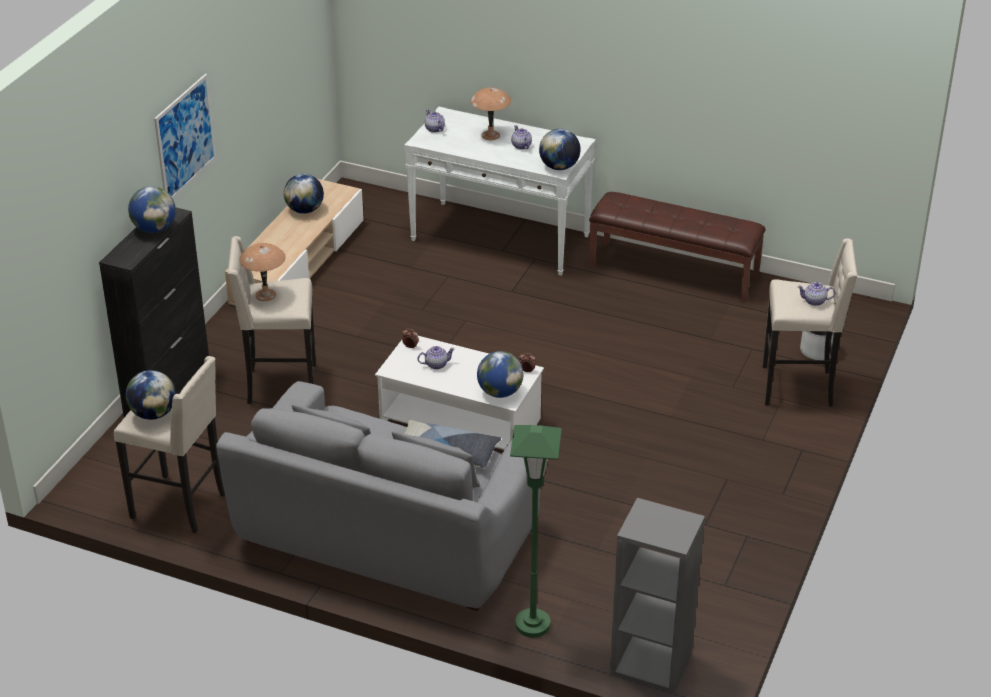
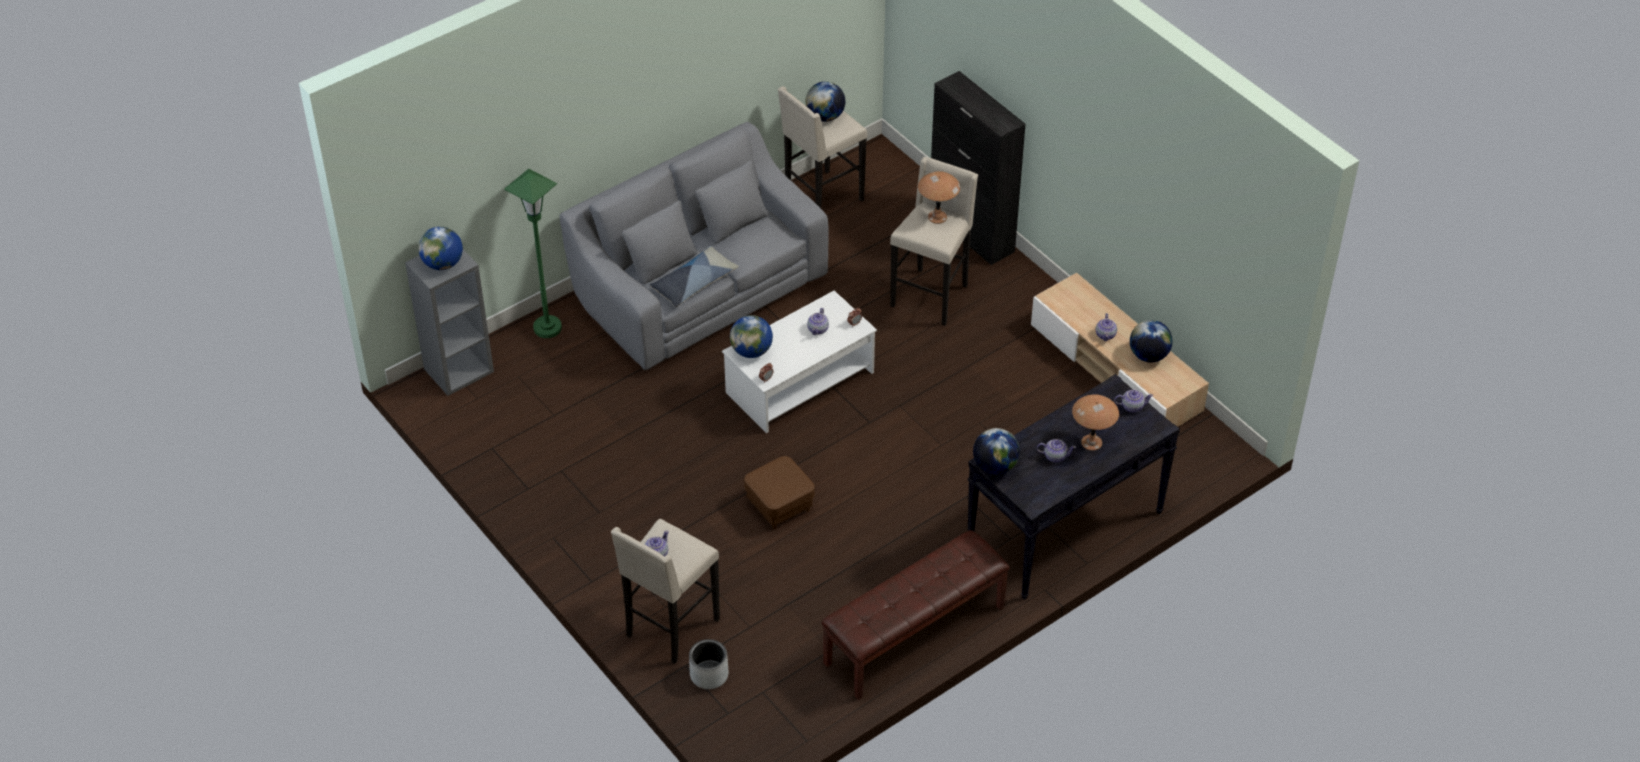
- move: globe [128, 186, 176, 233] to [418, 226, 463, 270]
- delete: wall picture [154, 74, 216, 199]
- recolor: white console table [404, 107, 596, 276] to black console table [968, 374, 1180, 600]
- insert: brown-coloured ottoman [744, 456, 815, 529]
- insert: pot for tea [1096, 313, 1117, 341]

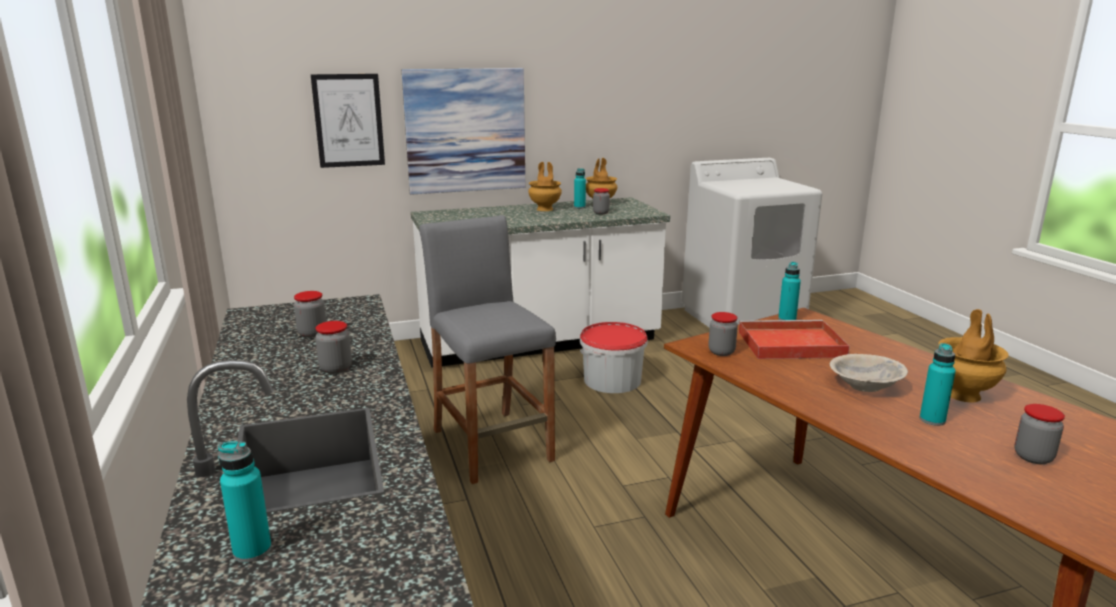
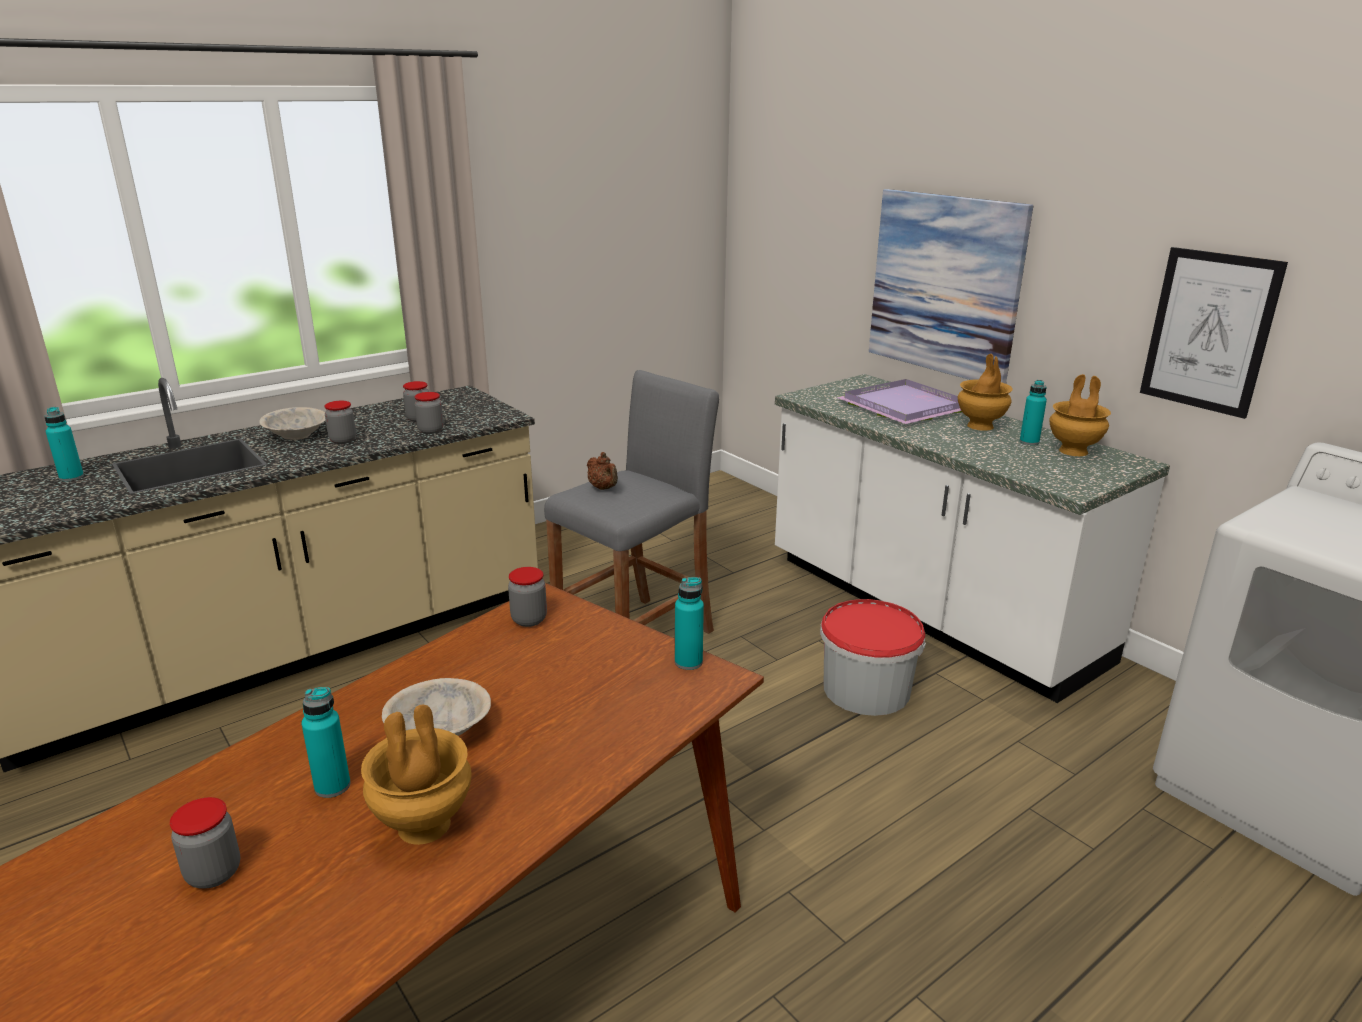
- move: wall picture [311, 74, 385, 168] to [1140, 247, 1288, 419]
- move: jar [593, 188, 610, 214] to [414, 392, 444, 434]
- delete: red tray [739, 320, 850, 359]
- insert: beige bowl [259, 407, 326, 440]
- insert: brown-coloured pot for tea [587, 452, 618, 490]
- insert: purple tray [836, 379, 962, 424]

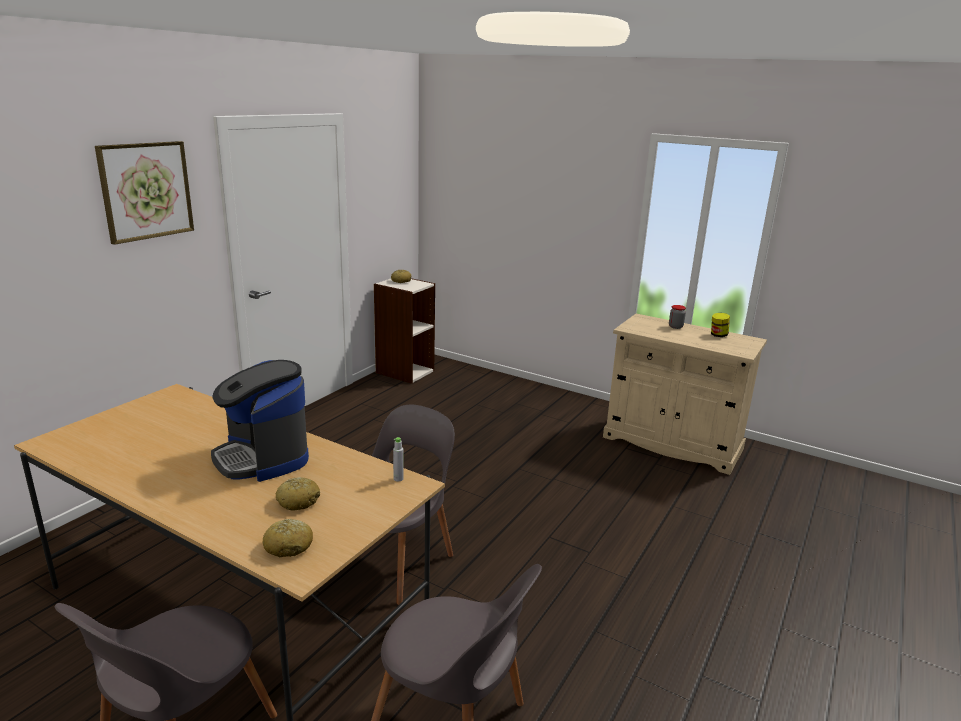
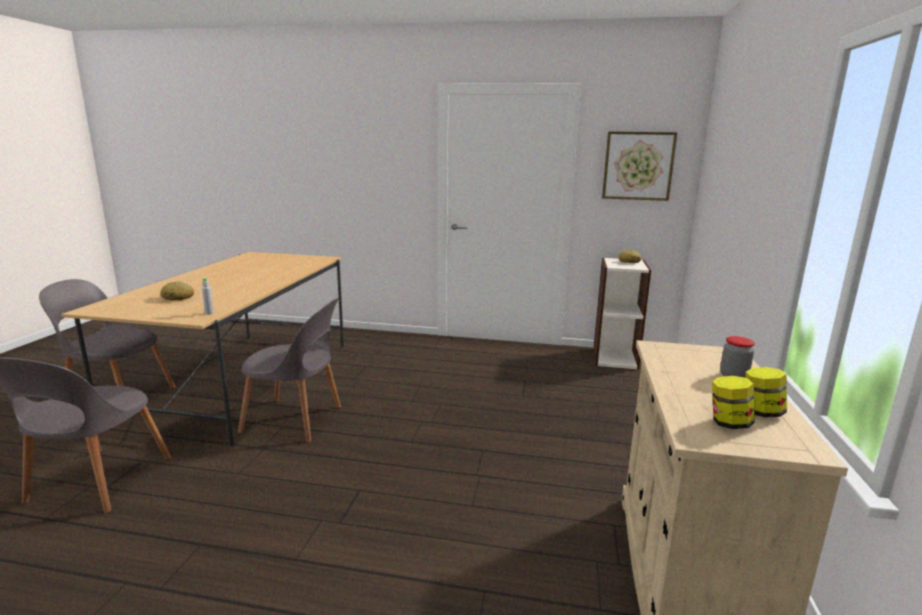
- move: wall picture [95, 141, 194, 245] to [602, 131, 677, 201]
- delete: coffee machine [211, 360, 309, 482]
- delete: bread [263, 519, 313, 557]
- insert: jar [712, 376, 755, 429]

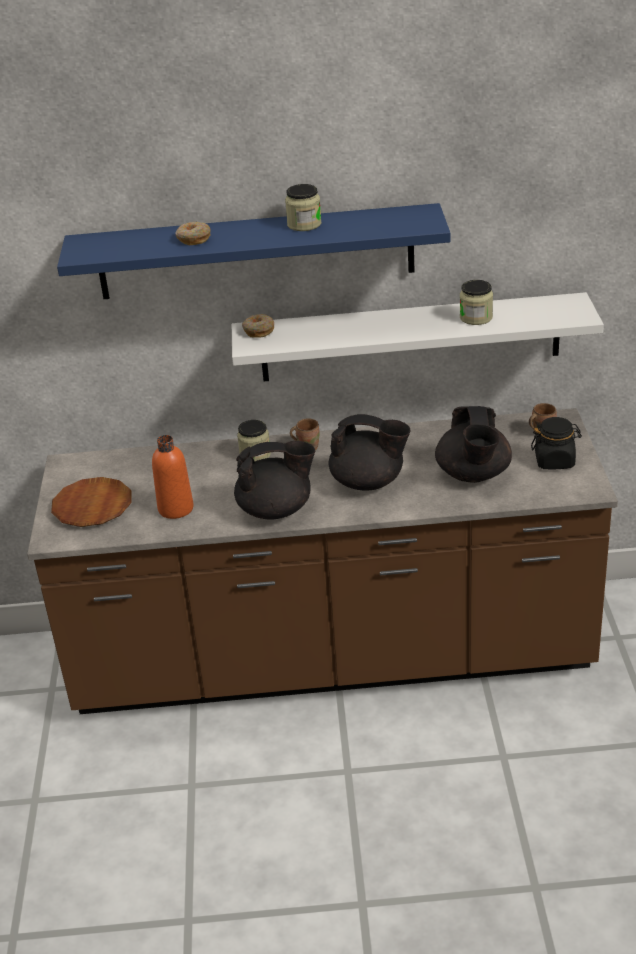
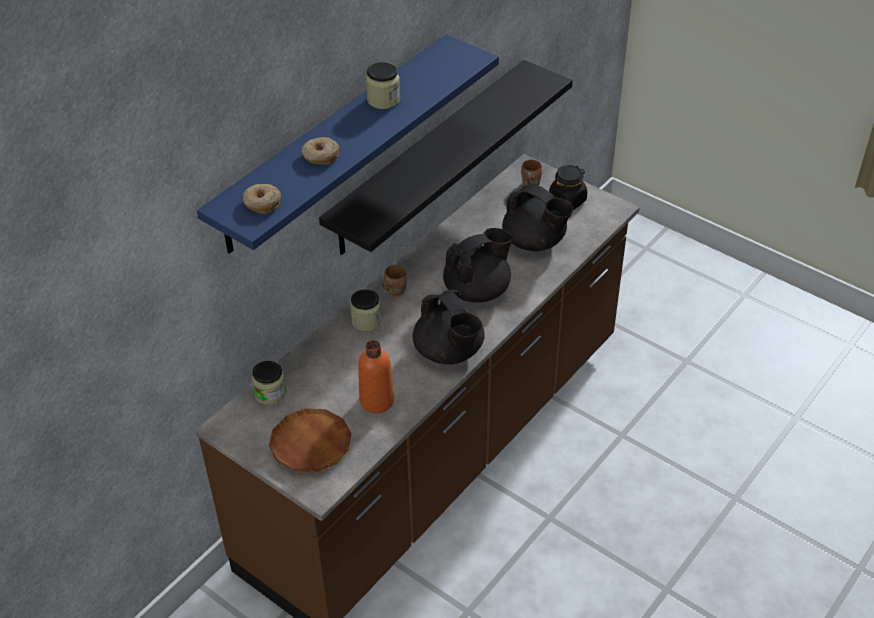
- recolor: white shelf [232, 292, 604, 381] to black shelf [319, 60, 573, 255]
- rotate: black pot for tea [234, 441, 315, 520] = [413, 290, 485, 365] 120 degrees clockwise
- move: donut [242, 314, 274, 338] to [243, 184, 281, 214]
- move: jar [460, 280, 493, 325] to [252, 361, 286, 405]

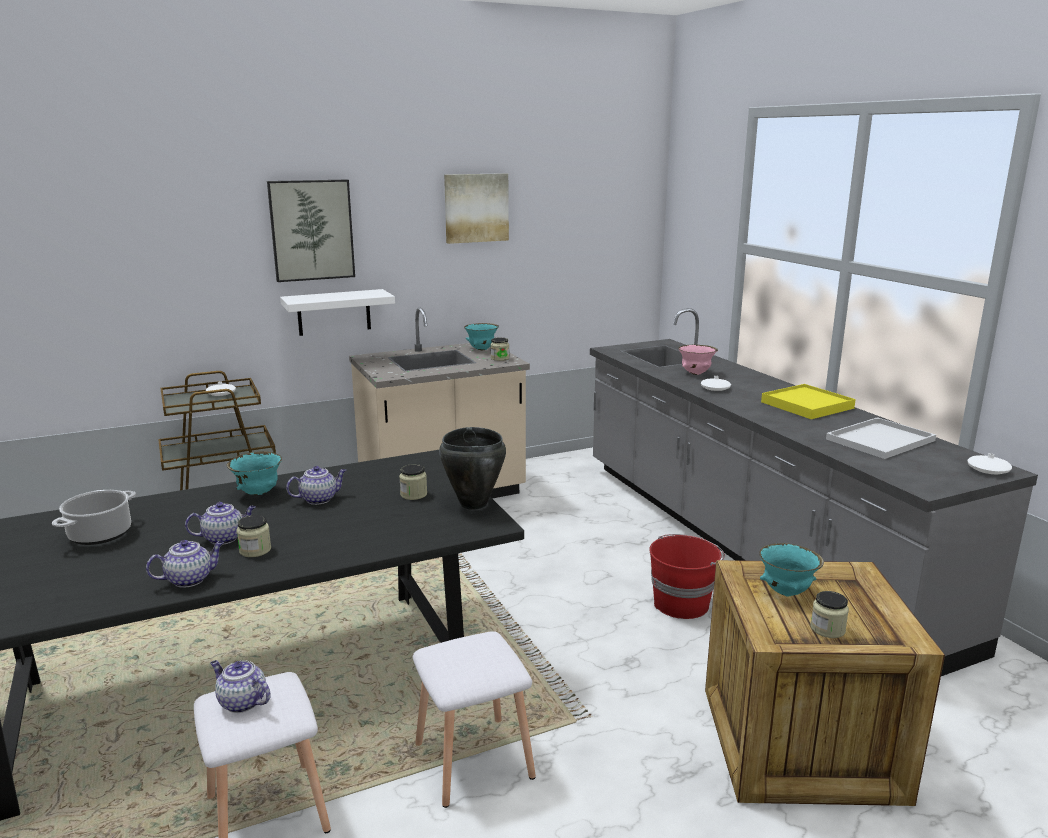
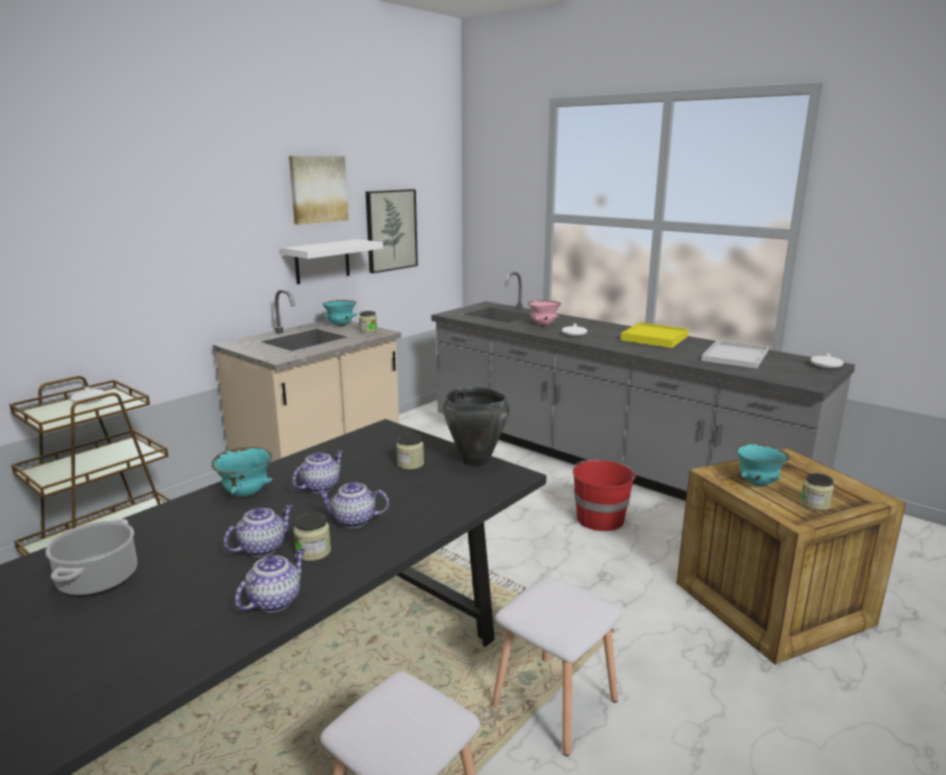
- move: pot for tea [210, 660, 271, 713] to [318, 481, 389, 528]
- move: wall picture [267, 179, 355, 282] to [366, 189, 418, 273]
- move: white shelf [280, 289, 395, 336] to [282, 239, 383, 284]

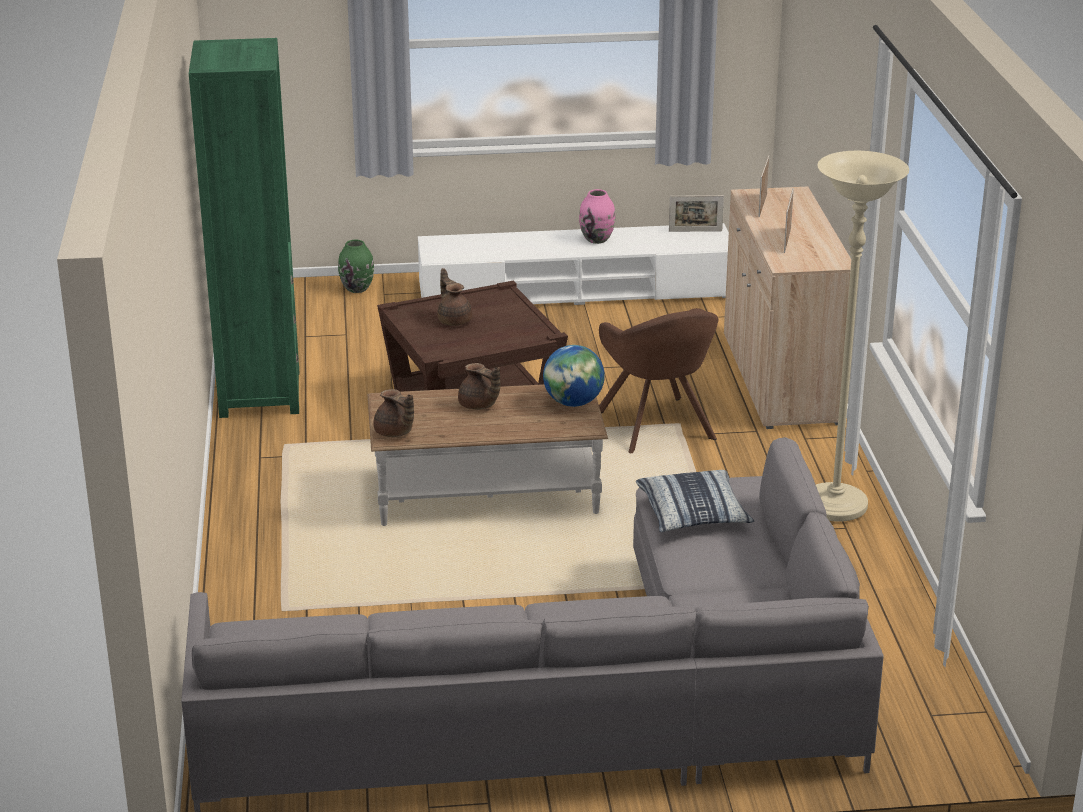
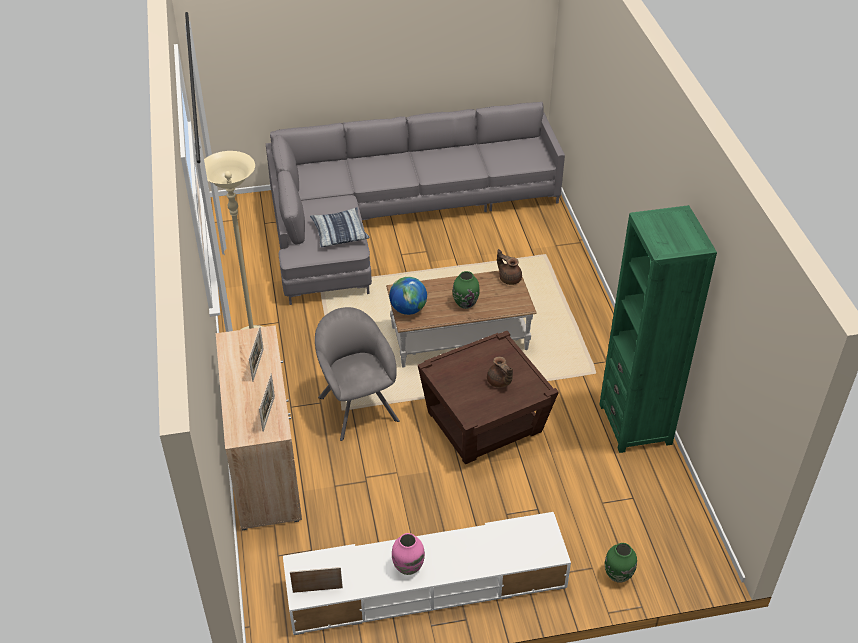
- replace: brown-coloured pot for tea [458, 363, 500, 410] to green-coloured vase [453, 271, 480, 309]
- recolor: brown-coloured easy chair [599, 308, 719, 453] to gray easy chair [315, 307, 400, 441]

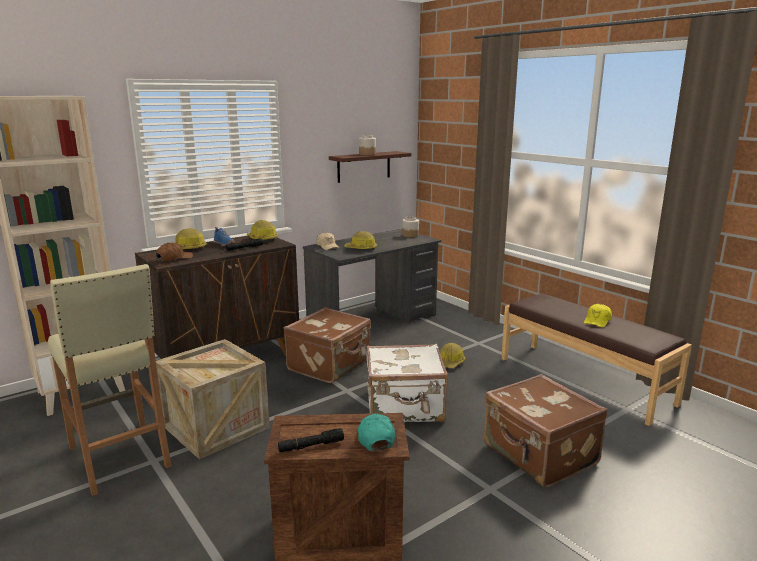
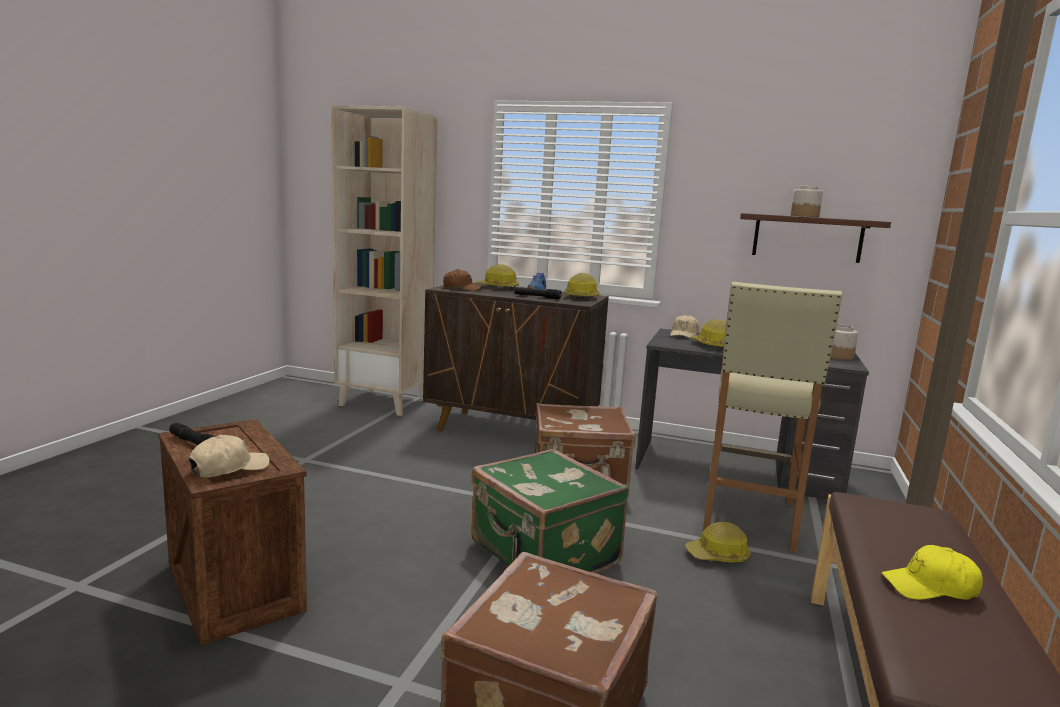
- move: beige stool seat [48, 264, 172, 496] to [703, 282, 842, 552]
- delete: shipping crate [156, 339, 270, 460]
- recolor: turquoise cap [357, 414, 395, 451] to beige cap [189, 435, 270, 477]
- recolor: white travel case [367, 344, 448, 422] to green-coloured travel case [471, 449, 629, 573]

